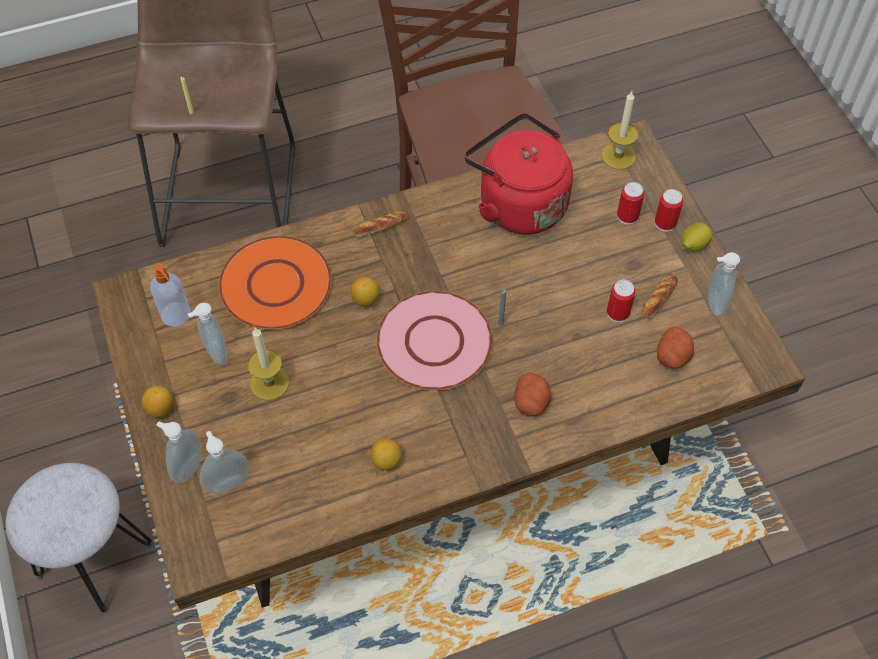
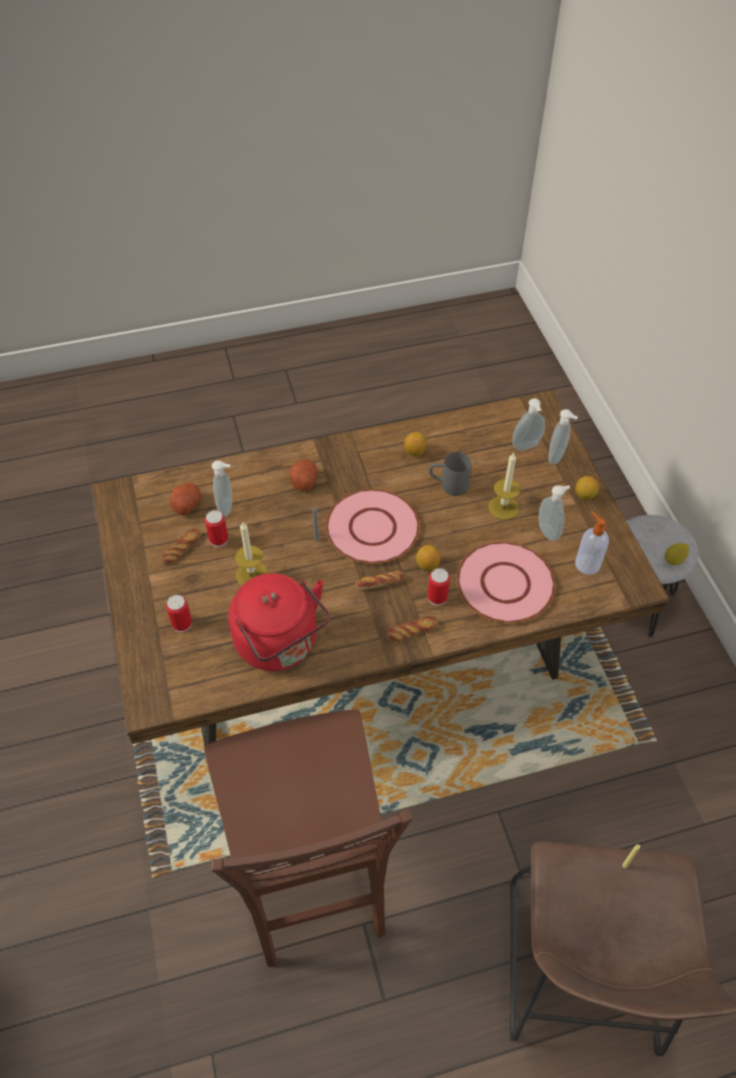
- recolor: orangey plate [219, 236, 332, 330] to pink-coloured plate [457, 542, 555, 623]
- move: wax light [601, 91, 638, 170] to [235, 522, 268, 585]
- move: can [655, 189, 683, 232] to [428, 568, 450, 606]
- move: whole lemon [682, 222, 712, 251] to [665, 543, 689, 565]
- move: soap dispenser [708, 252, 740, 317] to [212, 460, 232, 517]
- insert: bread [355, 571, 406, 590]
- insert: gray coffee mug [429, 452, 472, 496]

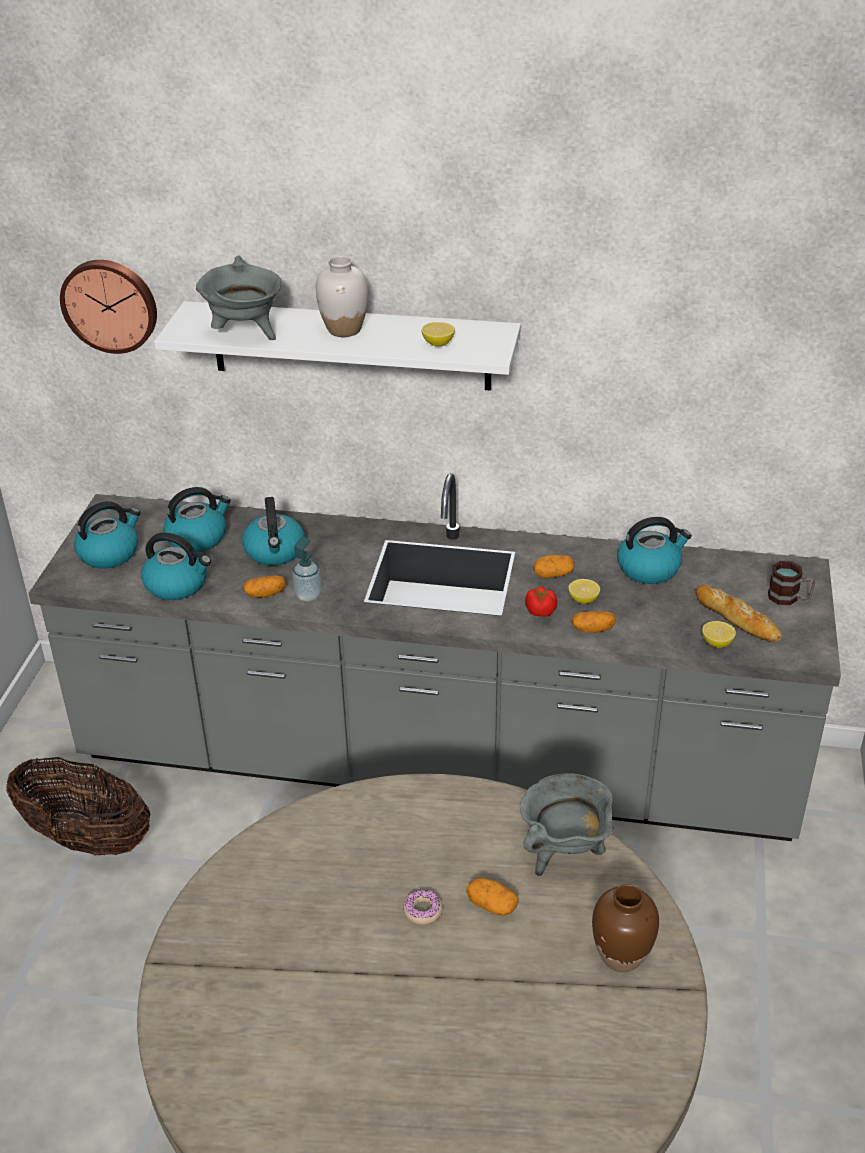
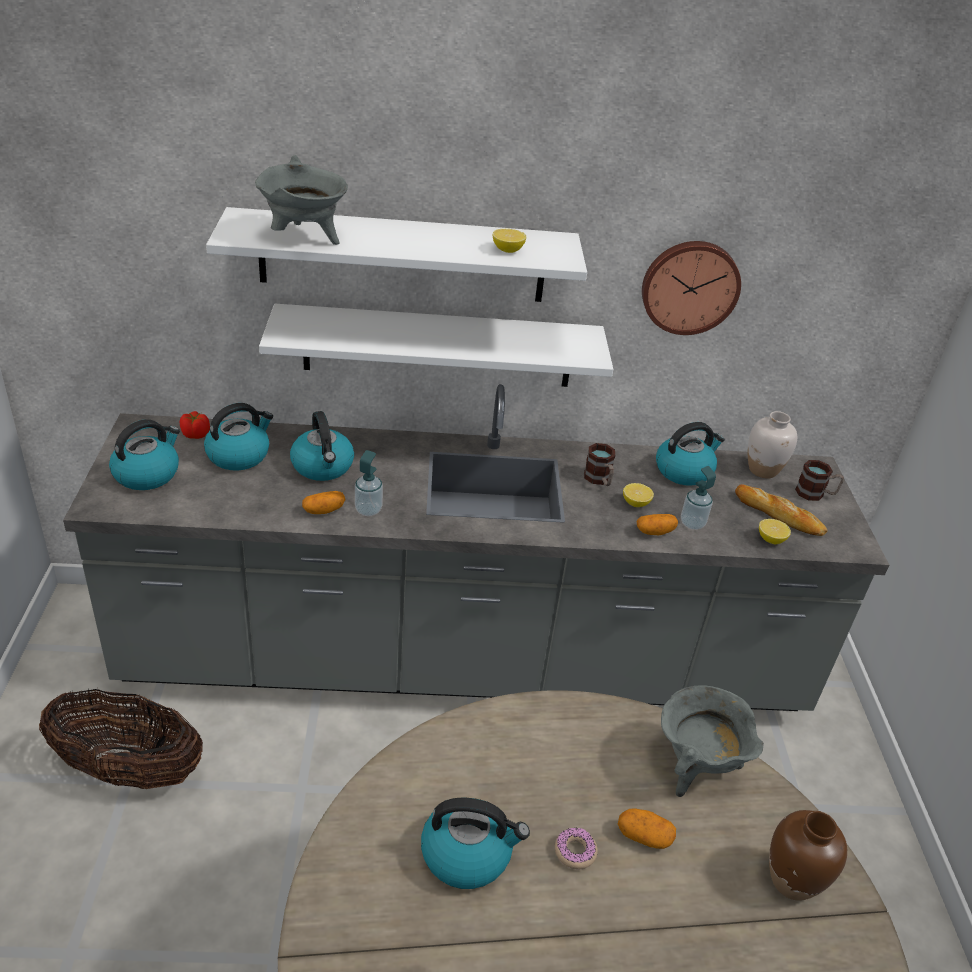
- move: clock on the wall [60, 260, 157, 354] to [642, 241, 741, 335]
- move: tea kettle [141, 533, 211, 600] to [421, 798, 530, 889]
- move: white vase [316, 256, 368, 337] to [748, 411, 797, 479]
- move: whole tomato [525, 586, 557, 617] to [180, 411, 210, 439]
- replace: spud [533, 554, 574, 578] to coffee mug [584, 443, 615, 486]
- insert: white shelf [259, 304, 613, 387]
- insert: soap dispenser [681, 466, 716, 530]

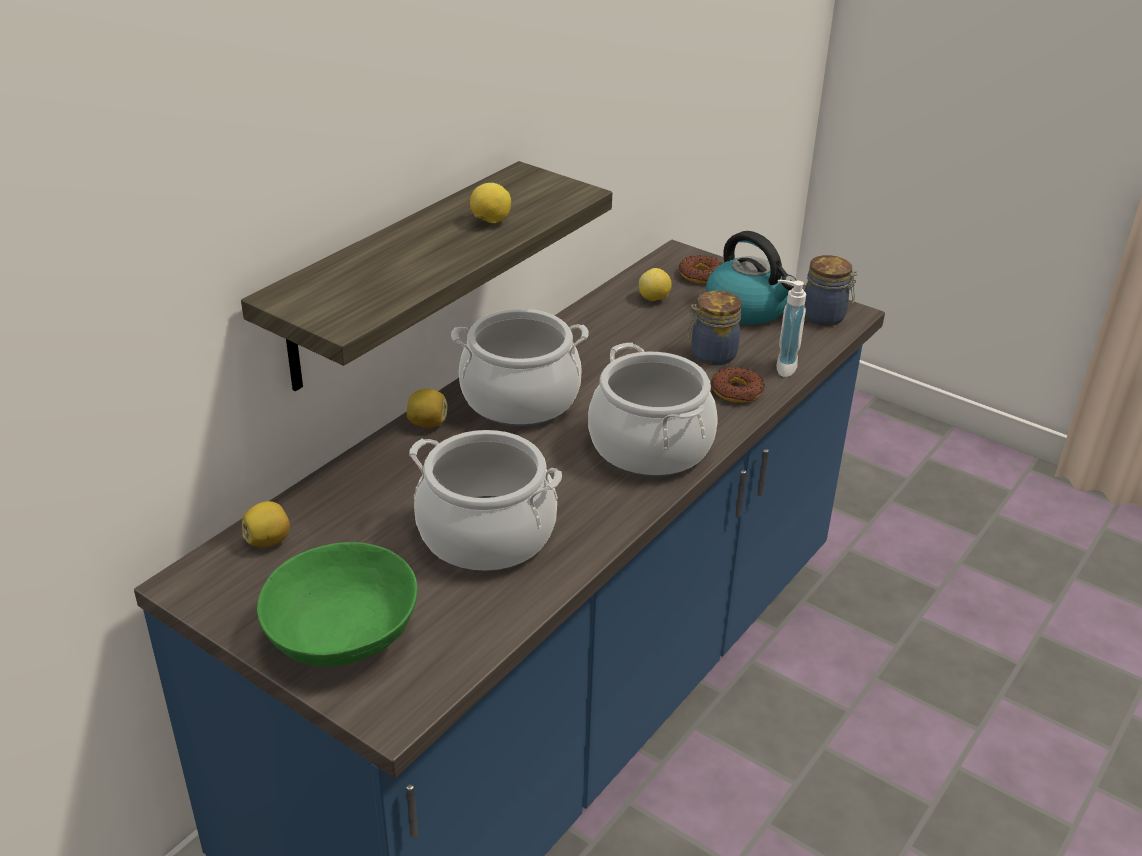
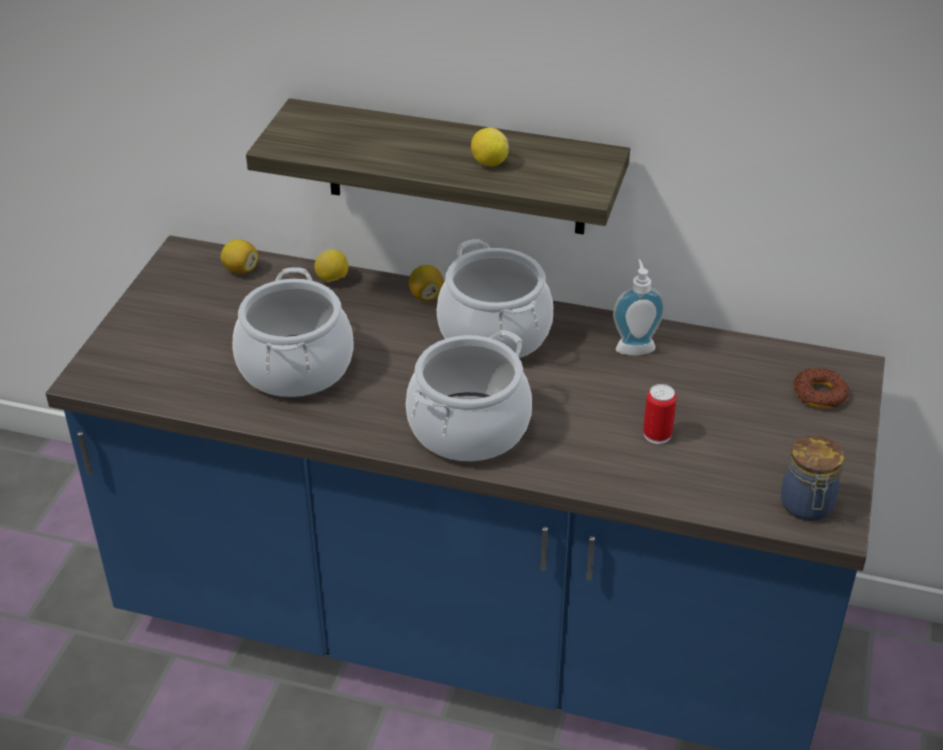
- delete: green-coloured bowl [257, 542, 418, 667]
- move: whole lemon [639, 268, 672, 301] to [314, 249, 349, 282]
- replace: jar [687, 291, 742, 365] to can [643, 384, 677, 444]
- delete: tea kettle [706, 231, 797, 324]
- delete: donut [711, 367, 765, 403]
- move: soap dispenser [777, 280, 806, 377] to [613, 259, 665, 356]

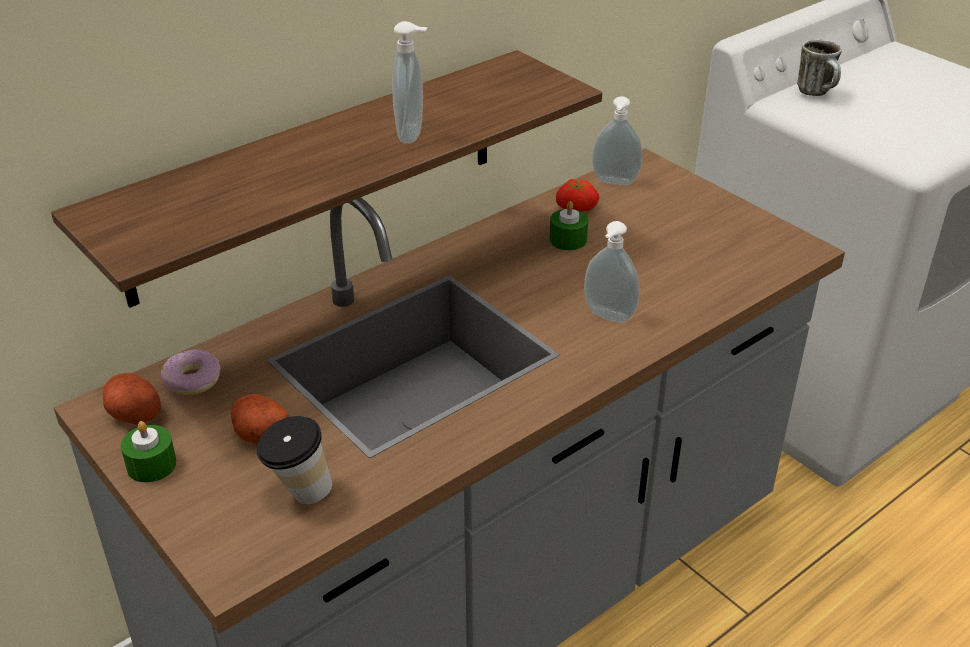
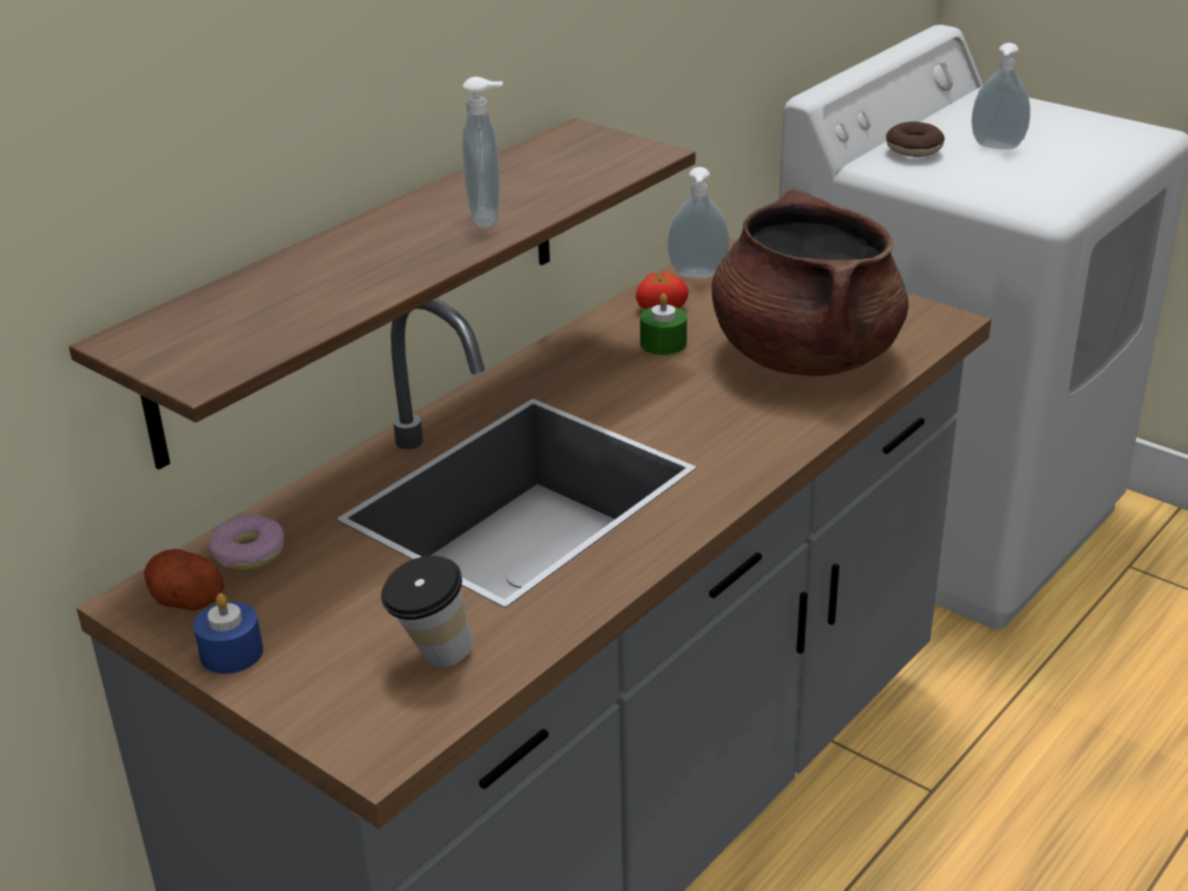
- recolor: green-coloured wax light [121, 421, 177, 482] to blue-coloured wax light [193, 593, 263, 674]
- delete: spud [231, 394, 290, 444]
- move: soap dispenser [584, 221, 639, 323] to [971, 43, 1030, 149]
- replace: coffee mug [797, 39, 842, 96] to donut [886, 121, 945, 157]
- insert: brown-coloured cooking pot [712, 188, 908, 376]

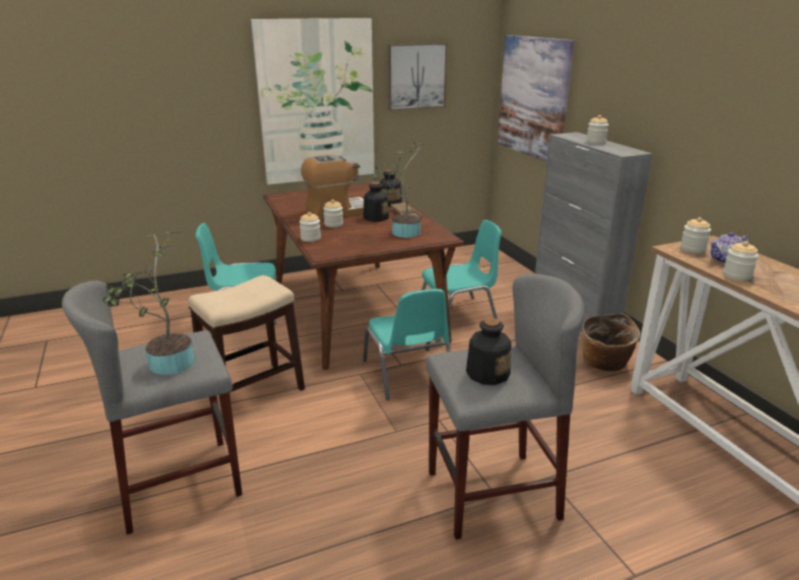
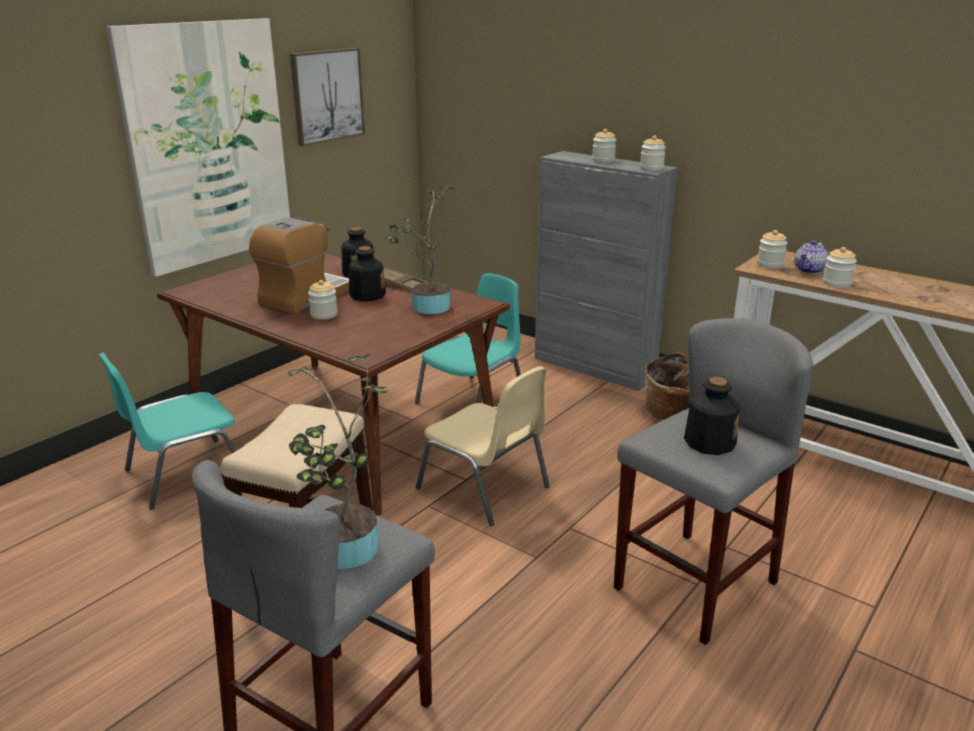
- move: jar [299, 212, 321, 242] to [640, 136, 666, 171]
- recolor: turquoise chair [363, 289, 451, 400] to beige chair [416, 366, 550, 526]
- delete: wall picture [498, 35, 574, 162]

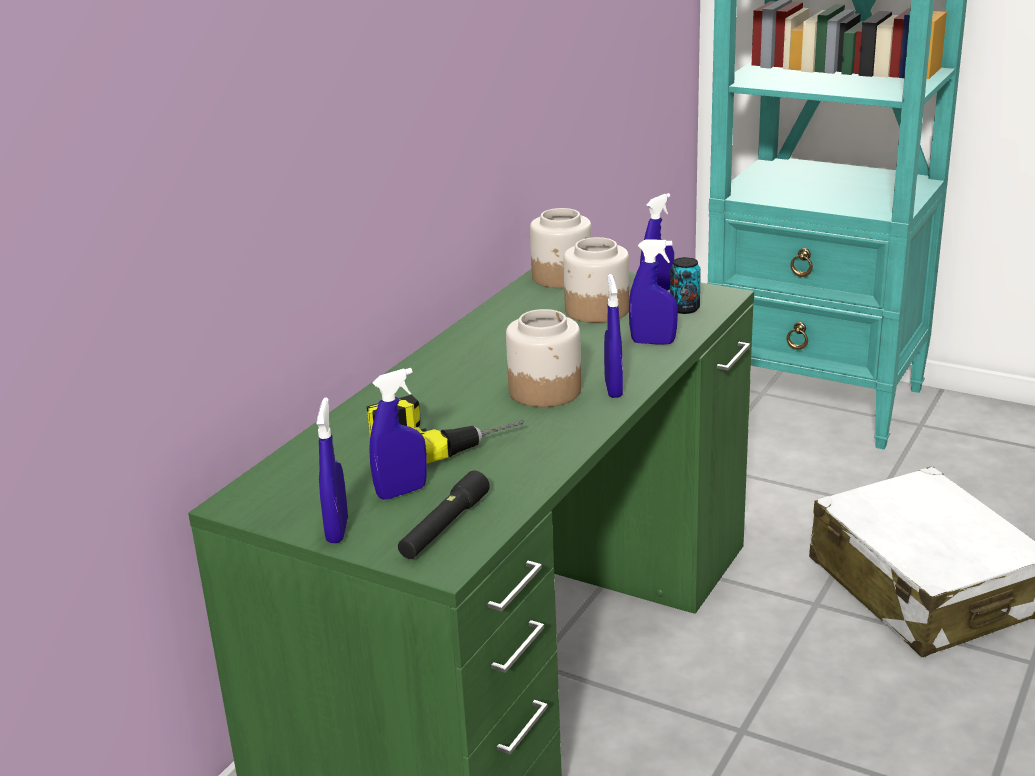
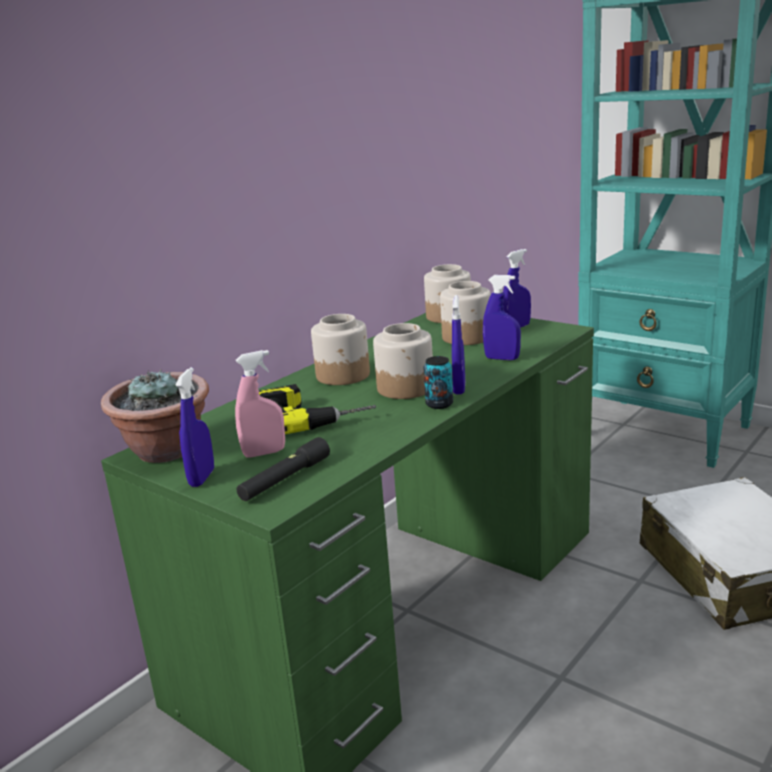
- recolor: blue-coloured spray bottle [369, 368, 427, 499] to pink-coloured spray bottle [235, 350, 285, 458]
- move: can [670, 257, 701, 314] to [423, 356, 453, 409]
- insert: potted plant [101, 369, 209, 463]
- insert: jar [311, 314, 370, 385]

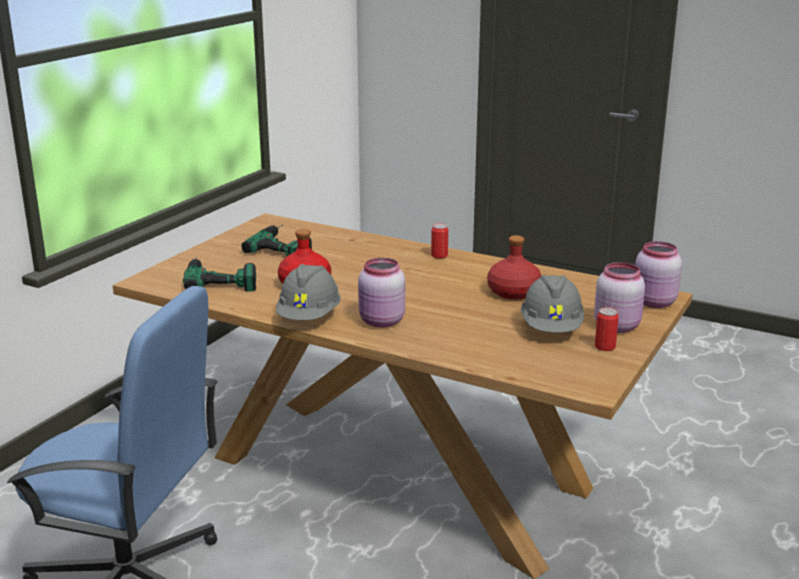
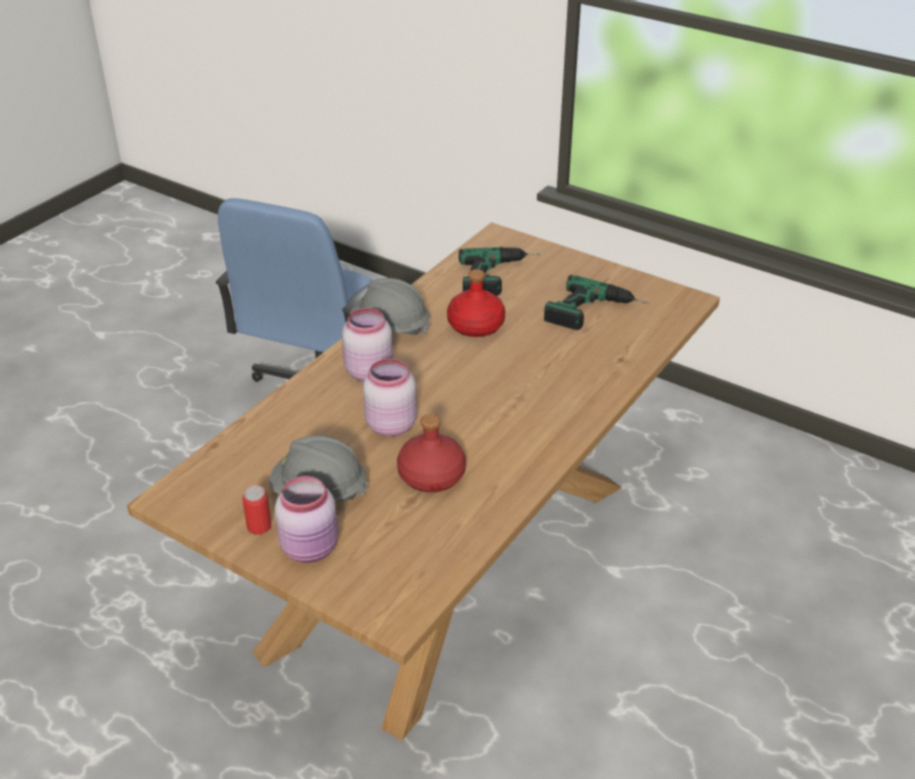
- delete: can [431, 223, 448, 259]
- move: pink-coloured jar [635, 241, 682, 308] to [363, 359, 417, 437]

